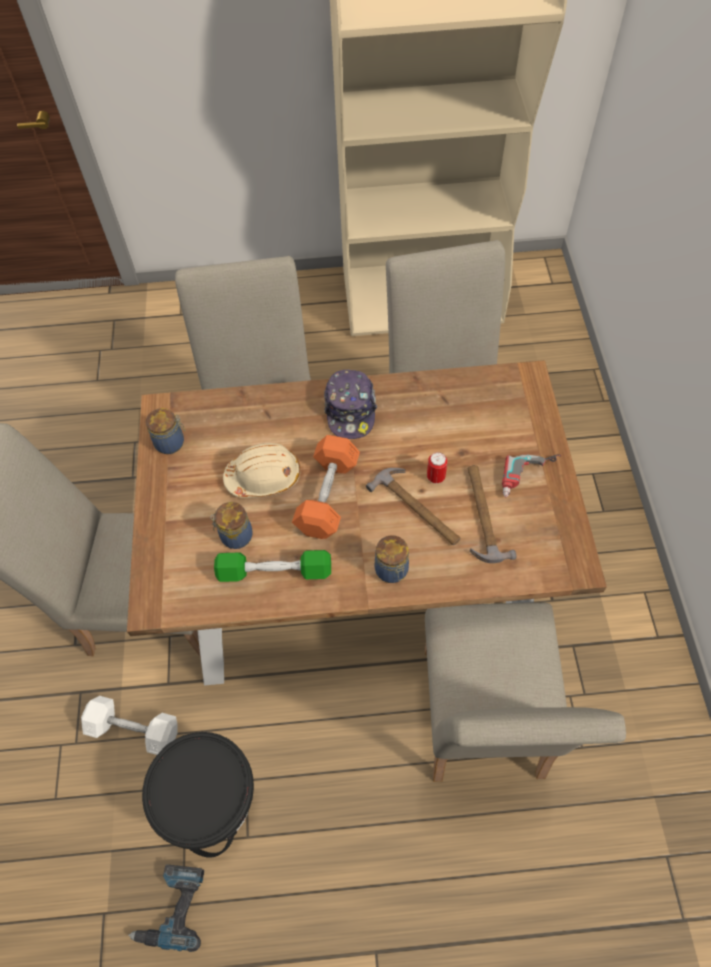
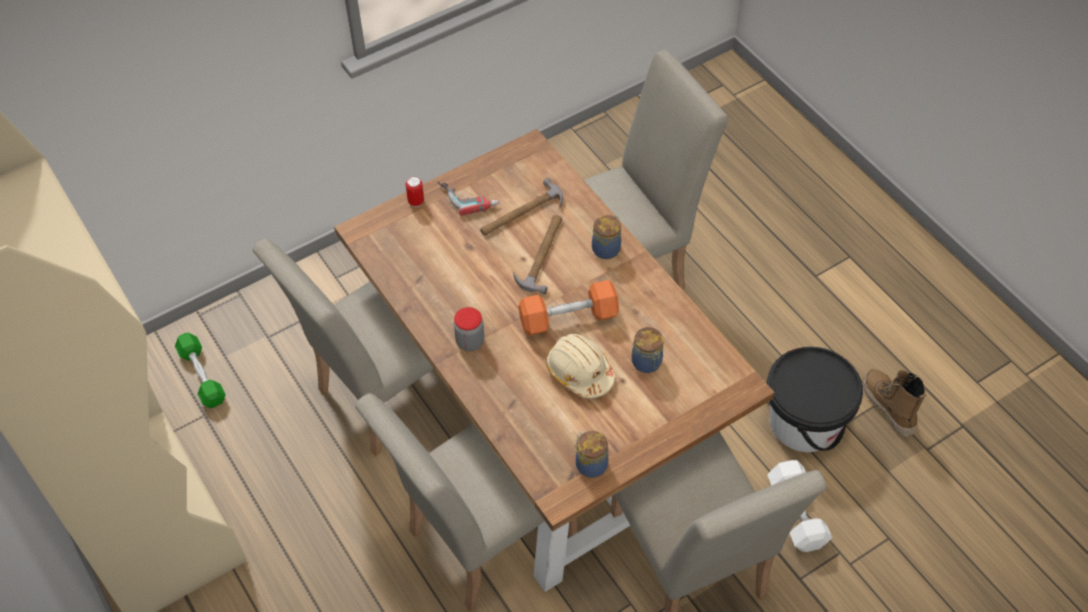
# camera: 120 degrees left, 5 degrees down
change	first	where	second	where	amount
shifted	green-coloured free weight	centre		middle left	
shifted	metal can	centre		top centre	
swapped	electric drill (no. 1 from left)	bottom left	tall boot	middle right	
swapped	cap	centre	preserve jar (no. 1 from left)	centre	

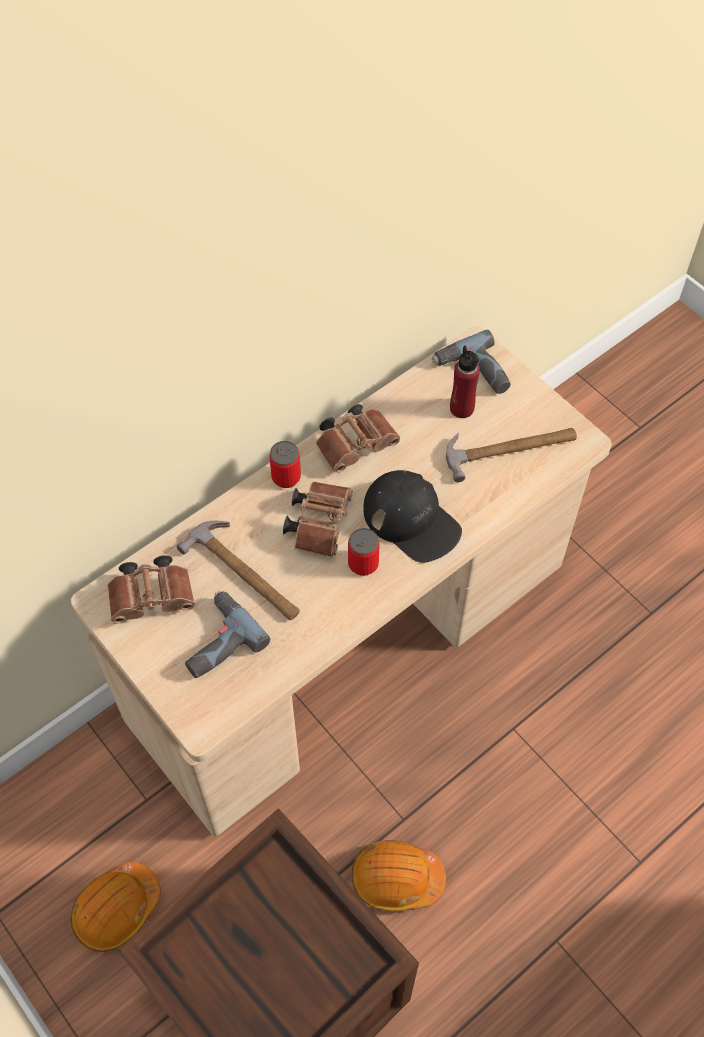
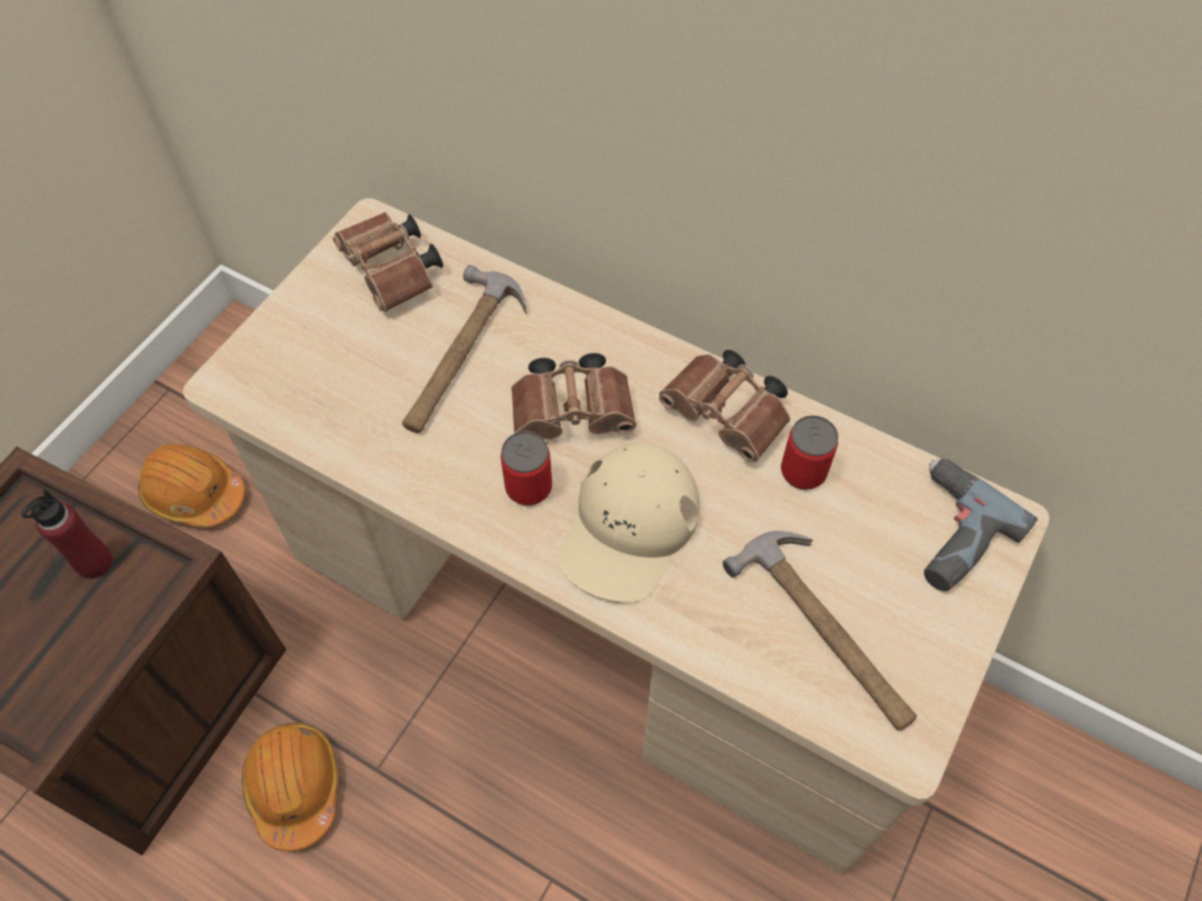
# camera: 70 degrees right, 0 degrees up
change	first	where	second	where	amount
gone	electric drill (no. 1 from left)	middle left			
shifted	metal can (no. 1 from left in the first image)	centre	metal can (no. 2 from left)	middle right	
shifted	reddish bottle	centre		middle left	
repainted	black-coloured cap	centre	beige-coloured cap	centre	

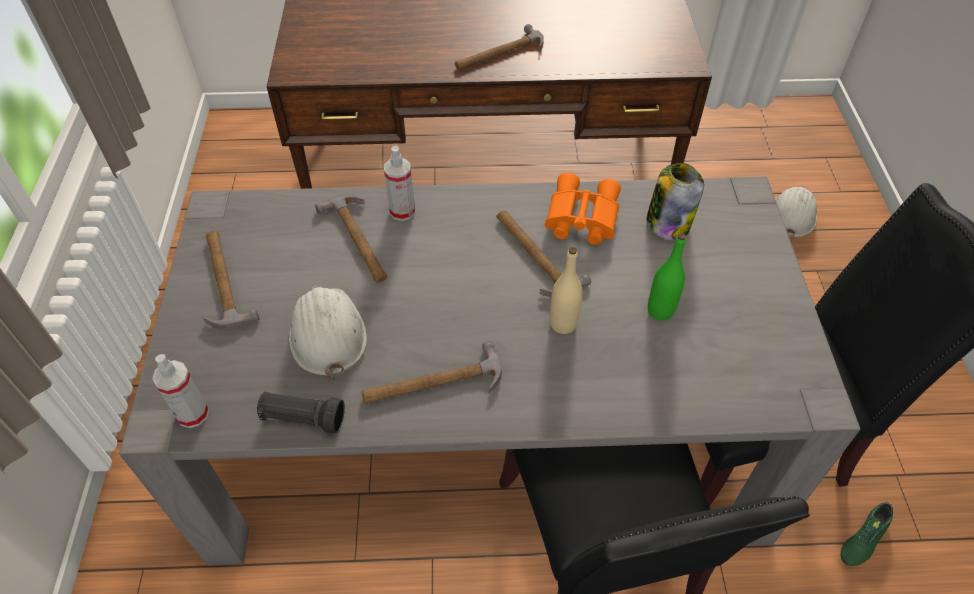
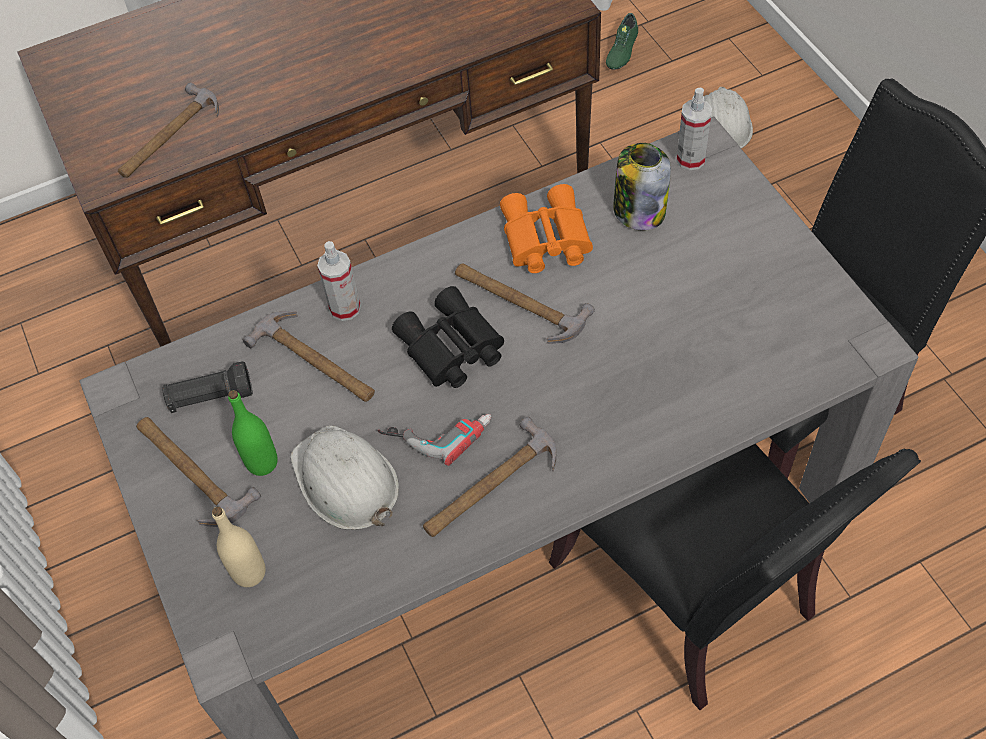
# camera: 20 degrees left, 5 degrees up
change	first	where	second	where	amount
new			electric drill	centre	
new			black-coloured field glasses	centre	
shifted	spray bottle (no. 1 from left in the first image)	middle left	spray bottle (no. 2 from left)	top right	
shifted	black-coloured hand torch	bottom left		middle left	
shifted	hand hammer (no. 4 from left in the first image)	top centre	hand hammer (no. 1 from left)	top left	
shifted	beige-coloured bottle	centre		bottom left	
shifted	green-coloured bottle	middle right		middle left	
shifted	green-coloured shoe	bottom right		top centre	

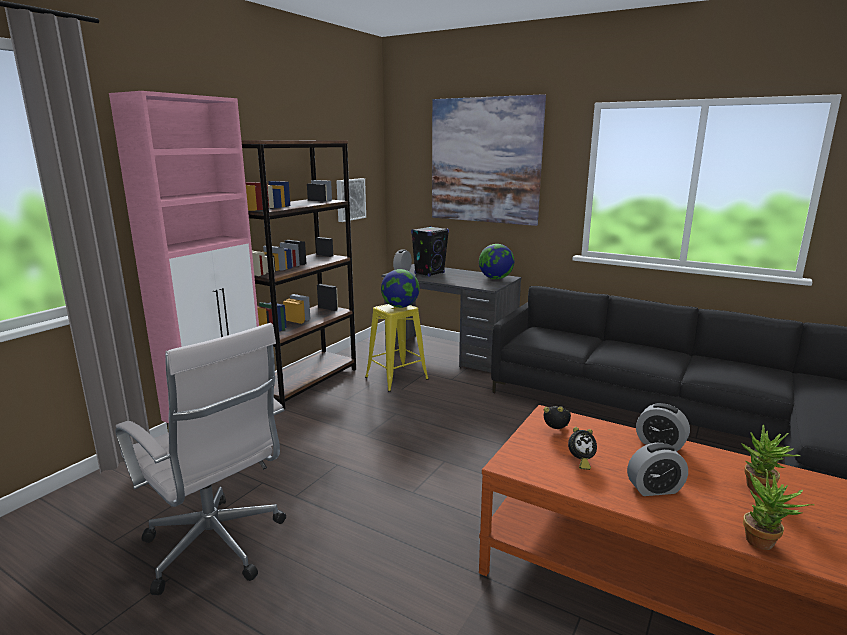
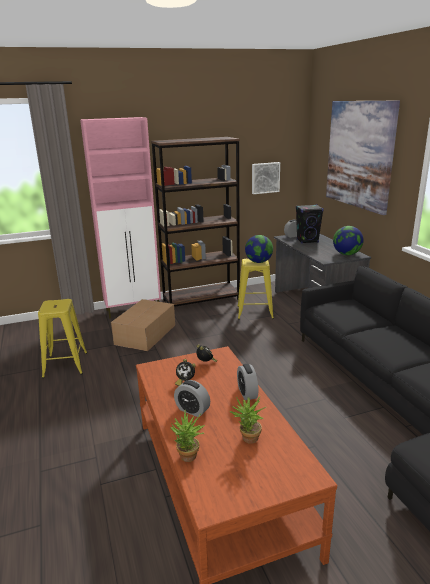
# camera: 40 degrees right, 5 degrees up
change	first	where	second	where	amount
new			packing box	middle left	
swapped	whitish office chair	bottom left	yellow-coloured sitting stool (no. 1 from left)	middle left	

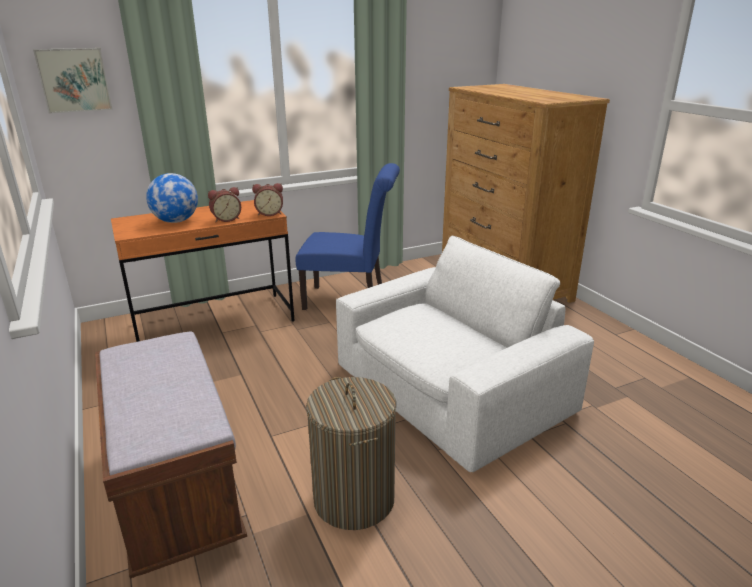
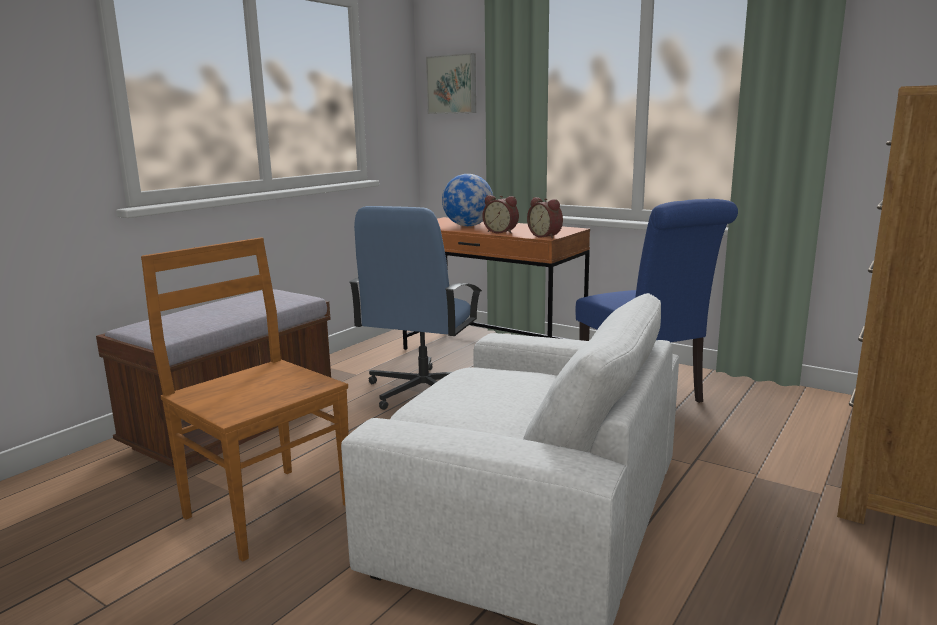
# camera: 60 degrees right, 10 degrees down
change	first	where	second	where	amount
new			blue office chair	centre	
swapped	washing basket	bottom centre	brown-coloured plain chair	middle left	

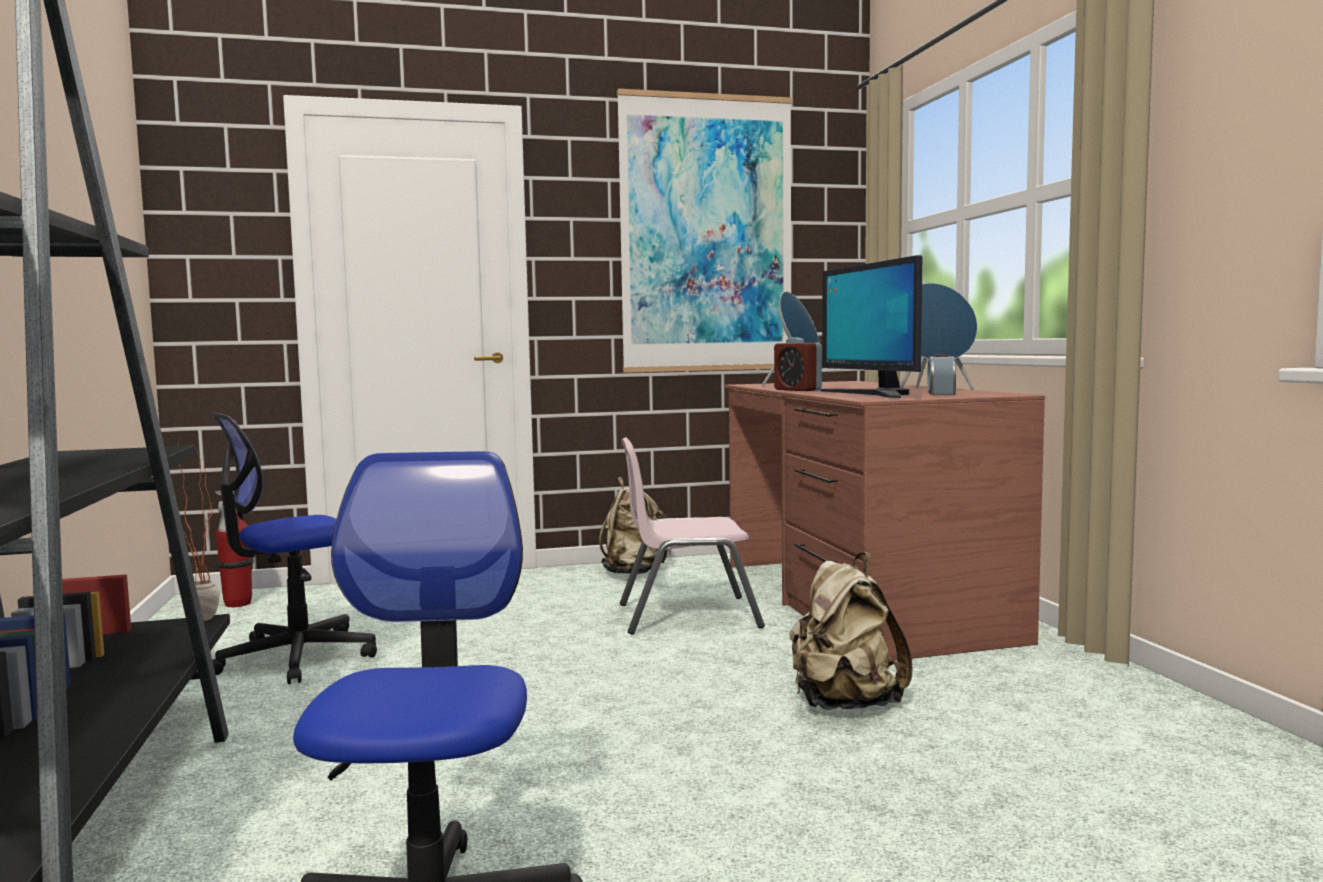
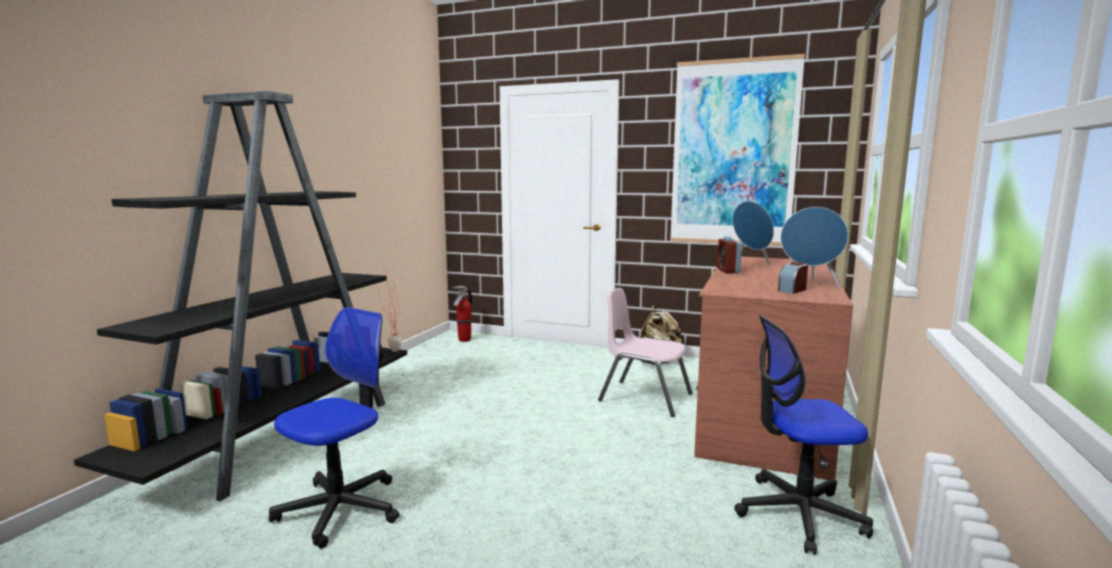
# camera: 35 degrees right, 5 degrees up
change	first	where	second	where	amount
gone	beige-coloured rucksack (no. 2 from left)	bottom centre			
gone	computer display	centre			
shifted	office chair (no. 1 from left in the first image)	middle left	office chair (no. 2 from left)	bottom right	

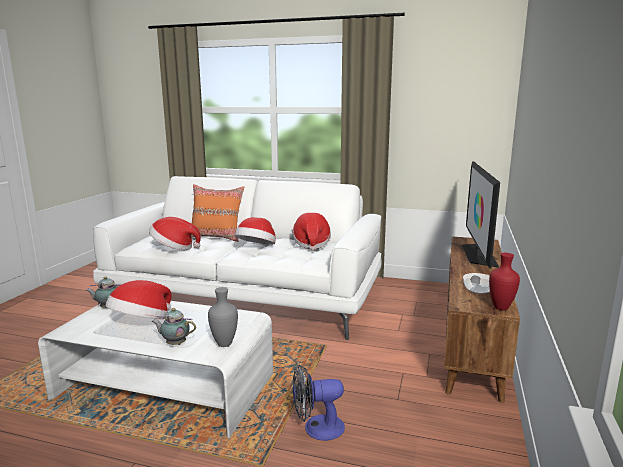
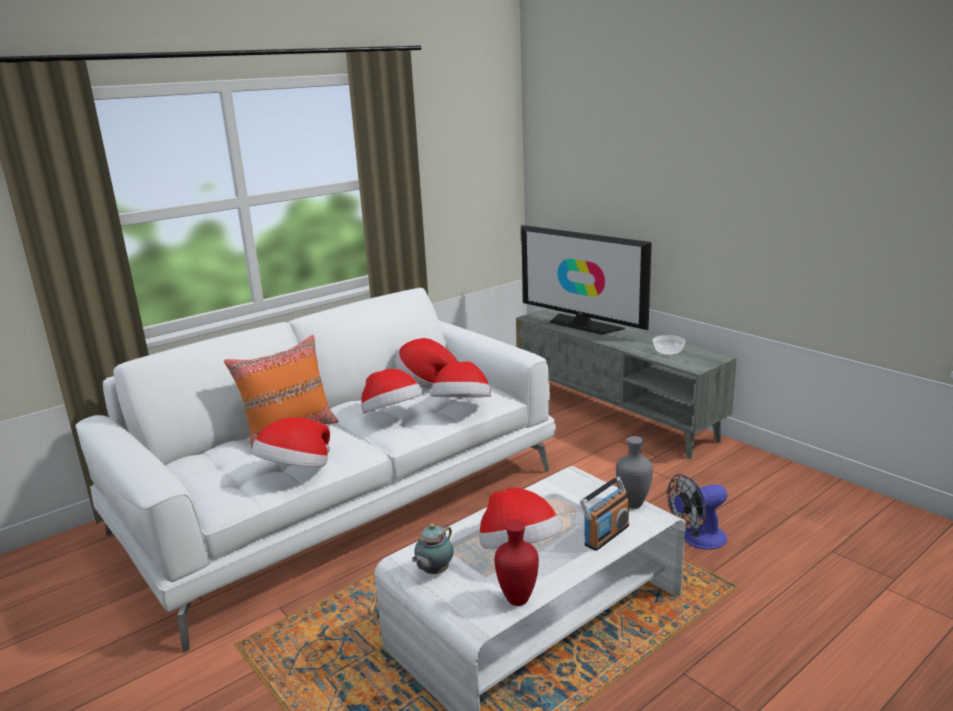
# camera: 55 degrees left, 5 degrees up
change	first	where	second	where	amount
new			clothing hat (no. 4 from left)	centre	
shifted	reddish vase	middle right		bottom centre	
swapped	tea pot (no. 2 from left)	bottom left	radio set	bottom centre	
repainted	brown-coloured tv stand	bottom right	grey tv stand	centre	
rotated	electric fan	bottom centre		bottom right	45 degrees clockwise

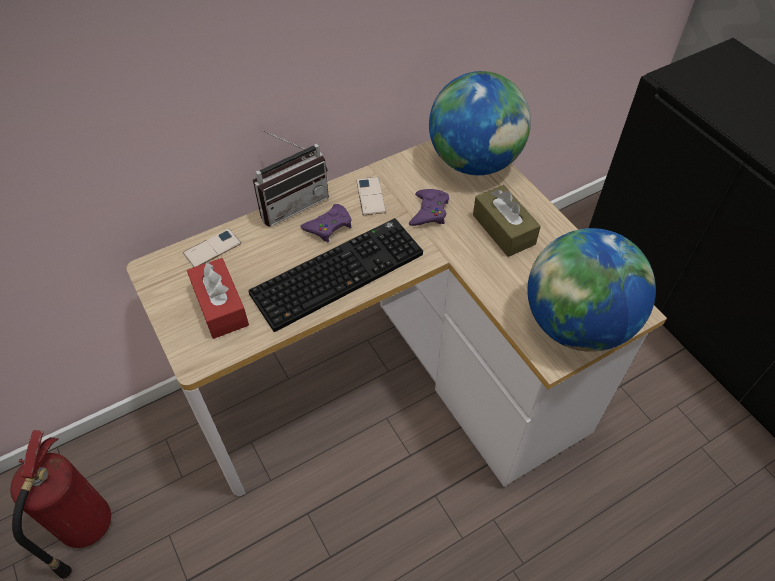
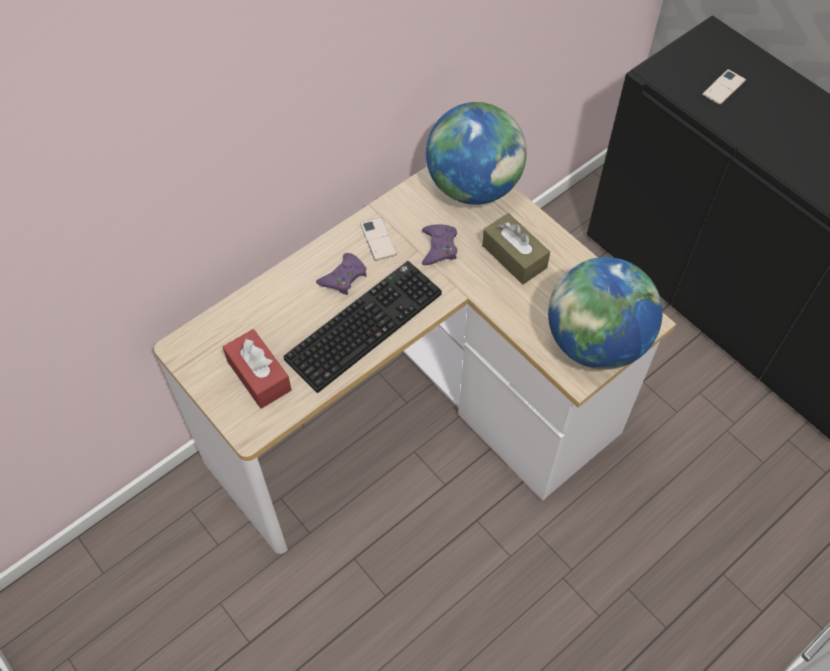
# camera: 10 degrees left, 5 degrees up
change	first	where	second	where	amount
gone	extinguisher	bottom left			
gone	radio set	top centre			
shifted	telephone (no. 1 from left in the first image)	middle left	telephone (no. 2 from left)	top right	

